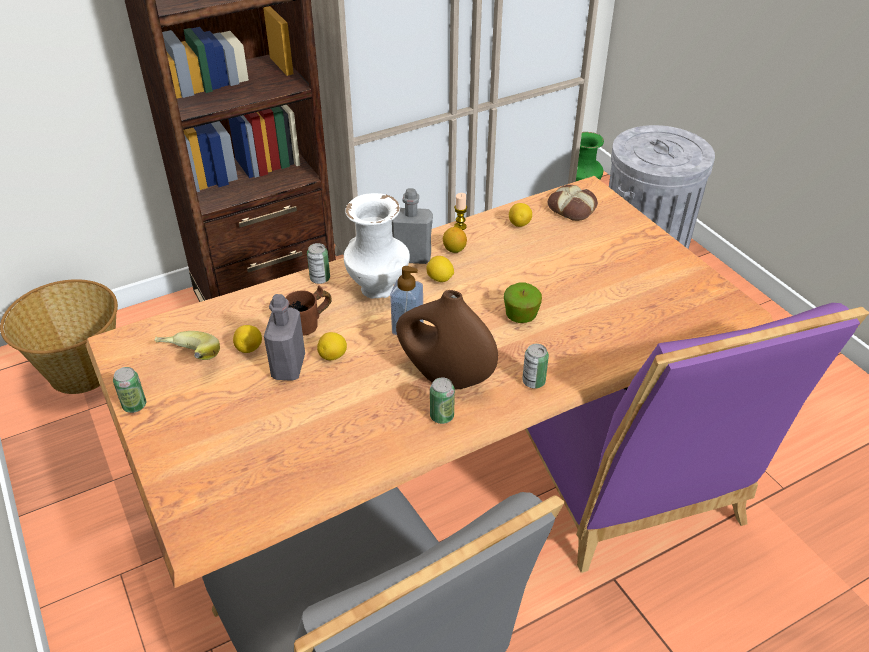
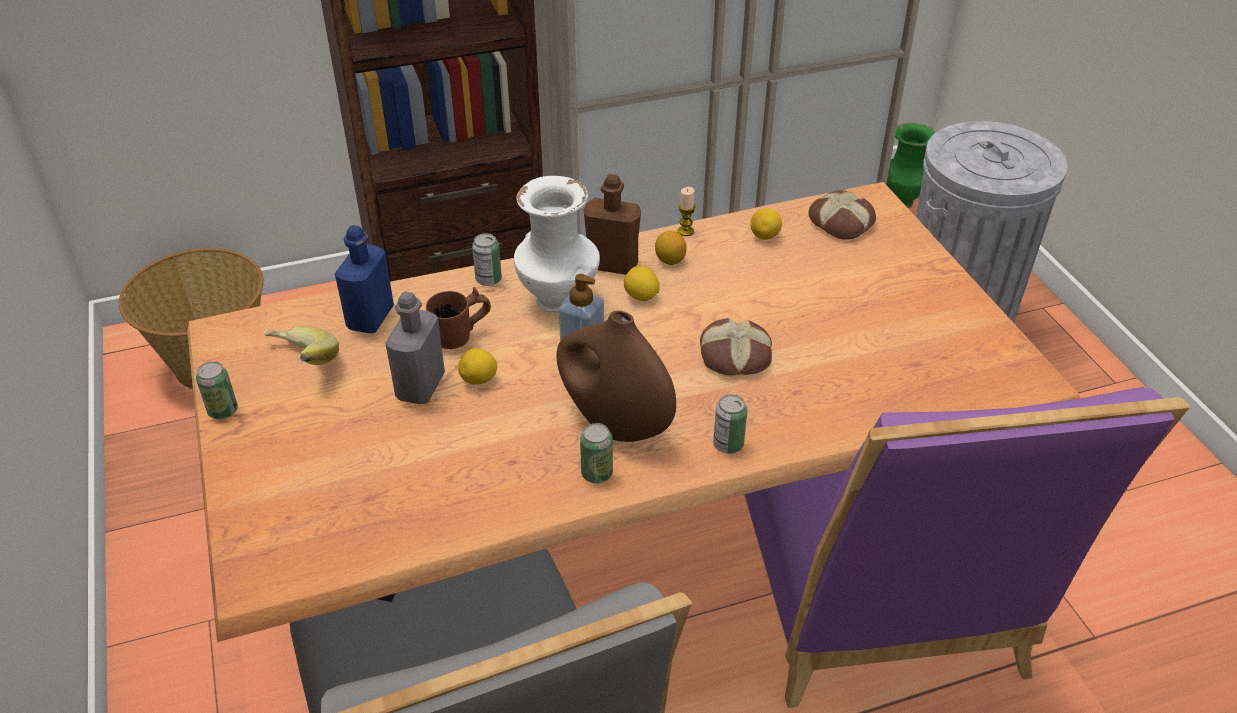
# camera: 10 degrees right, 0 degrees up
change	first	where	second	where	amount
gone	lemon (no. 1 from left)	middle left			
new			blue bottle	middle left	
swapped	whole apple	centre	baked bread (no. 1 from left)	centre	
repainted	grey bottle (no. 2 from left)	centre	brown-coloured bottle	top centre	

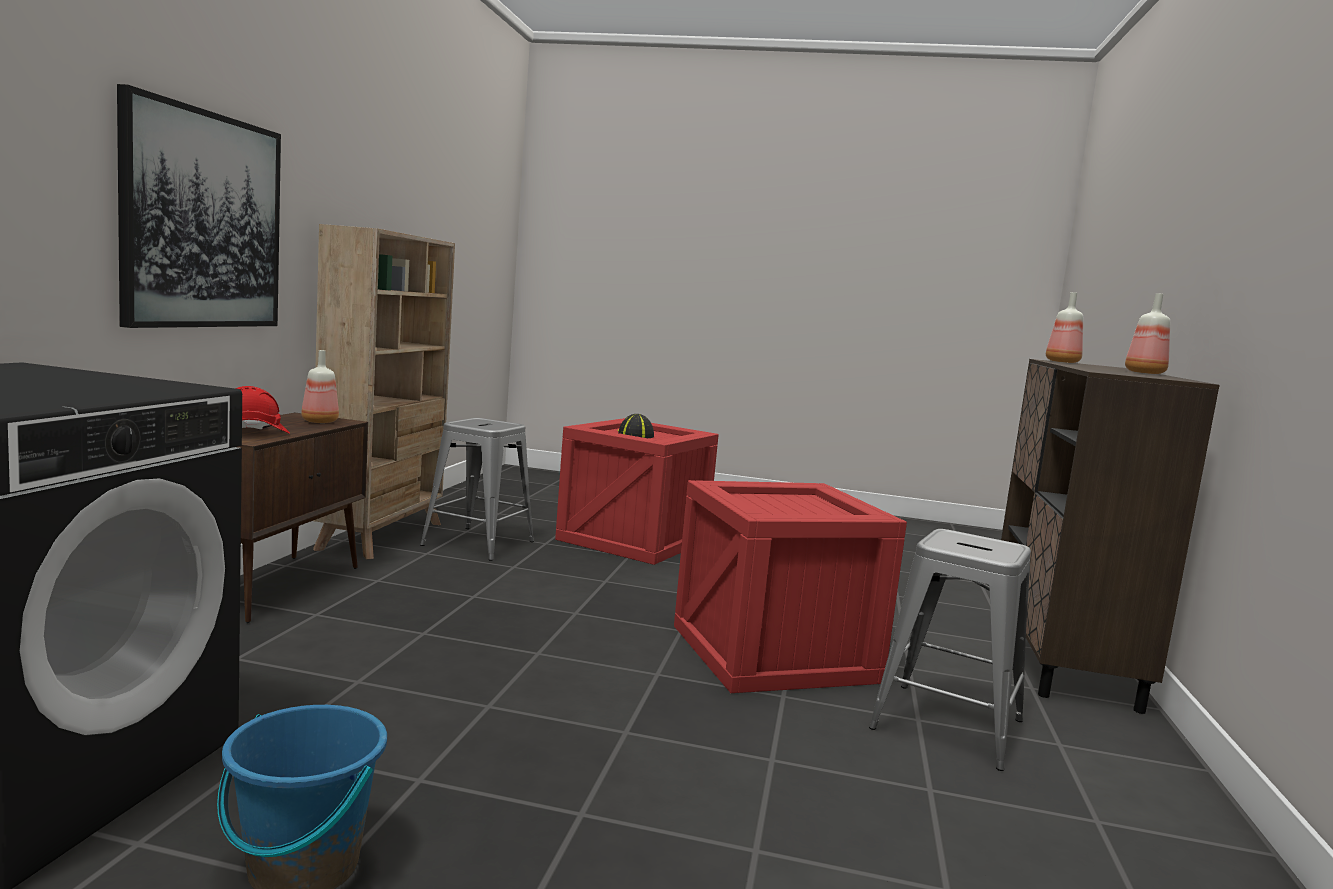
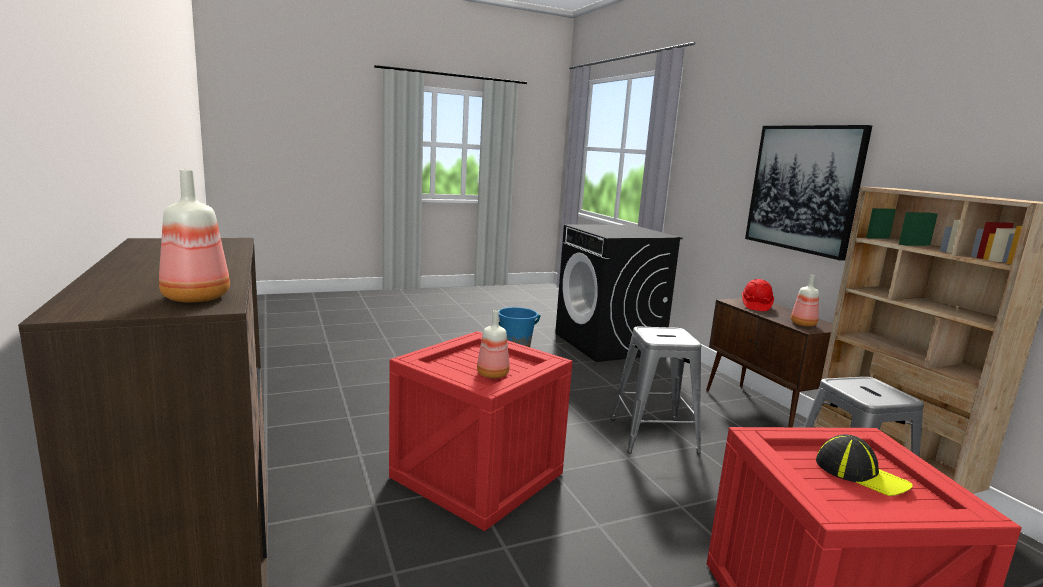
# camera: 145 degrees right, 5 degrees up
change	first	where	second	where	amount
shifted	grey sitting stool (no. 2 from left in the first image)	bottom right	grey sitting stool (no. 1 from left)	centre	
shifted	bottle (no. 3 from left in the first image)	middle right	bottle (no. 2 from left)	centre	

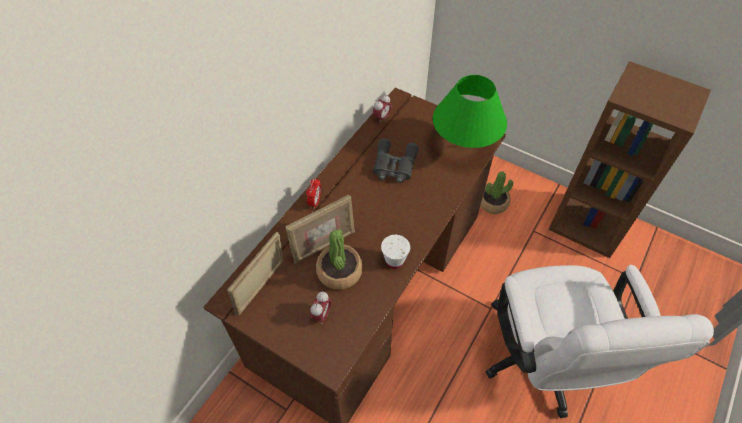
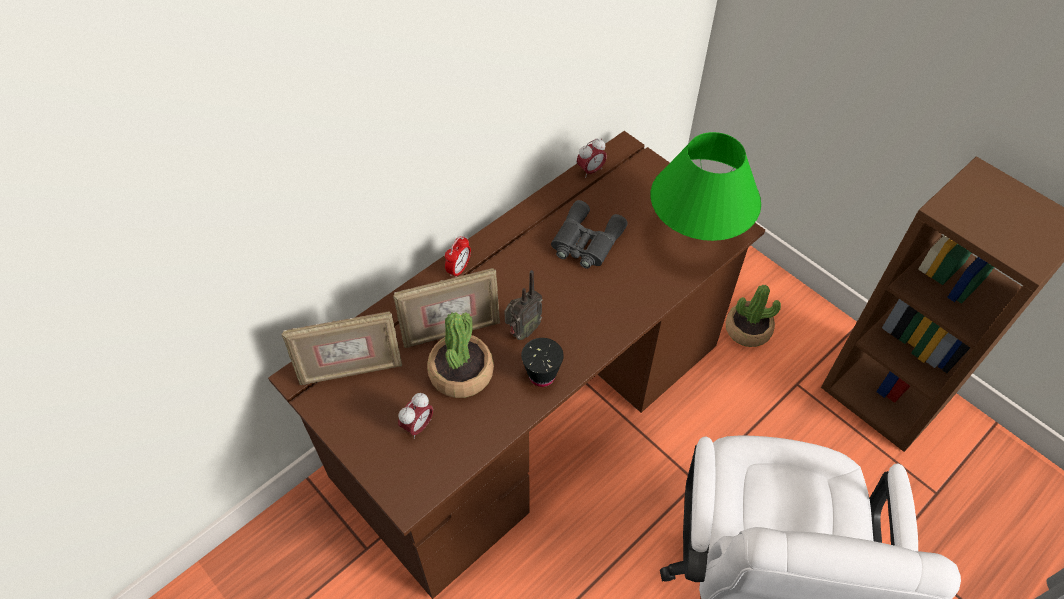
# camera: 15 degrees right, 0 degrees up
change	first	where	second	where	amount
new			radio set	centre	
repainted	whitish cup	centre	black-coloured cup	centre	
rotated	picture frame (no. 1 from left)	centre		middle left	150 degrees counterclockwise

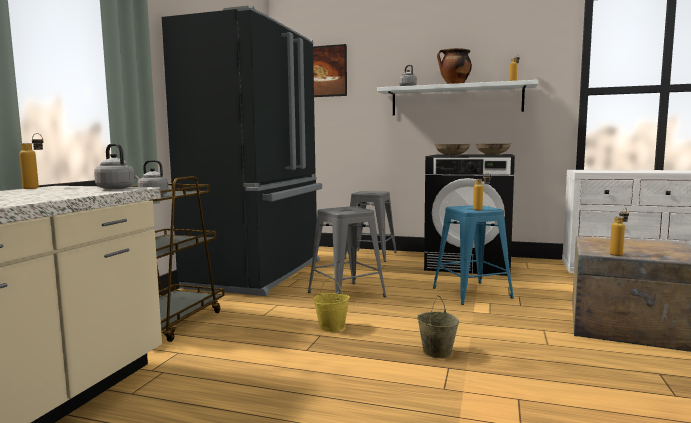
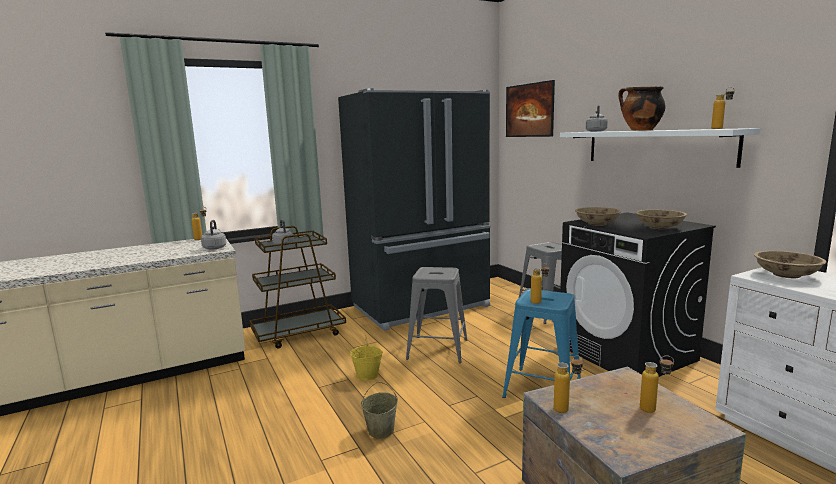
# camera: 45 degrees right, 5 degrees up
change	first	where	second	where	amount
new			bottle (no. 4 from left)	bottom right	
new			beige-coloured deep dish (no. 3 from left)	middle right	

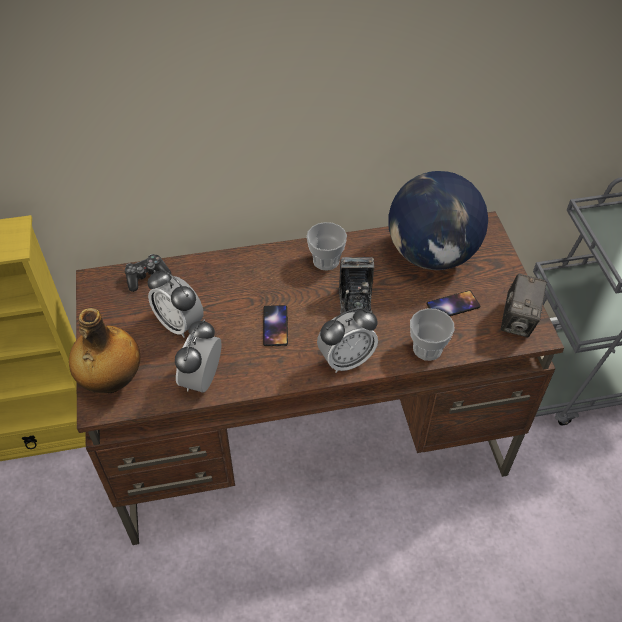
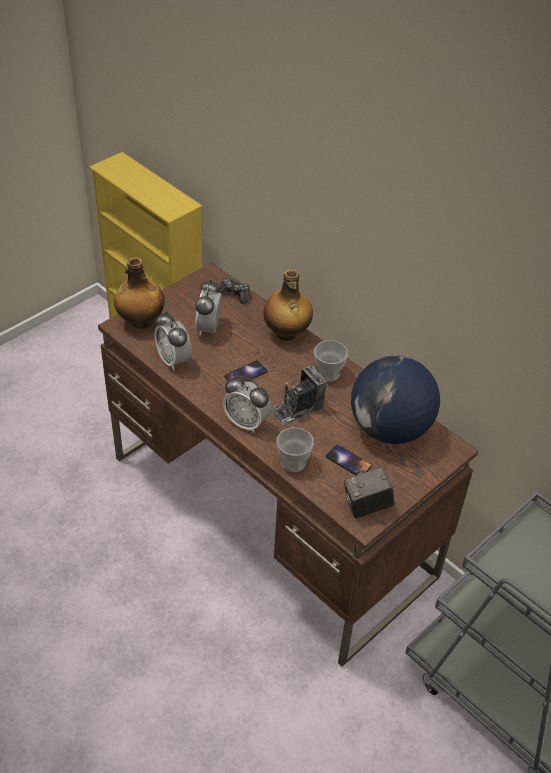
# camera: 55 degrees right, 5 degrees down
change	first	where	second	where	amount
new			bottle (no. 2 from left)	centre	
rotated	alarm clock (no. 2 from left in the first image)	middle left	alarm clock (no. 1 from left)	middle left	105 degrees counterclockwise

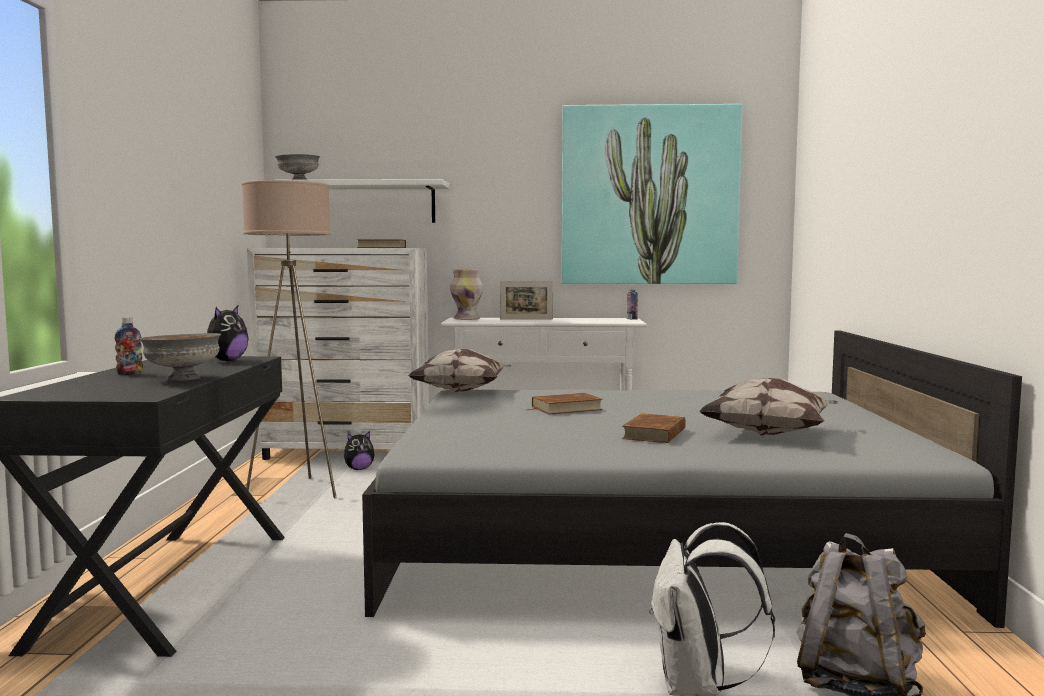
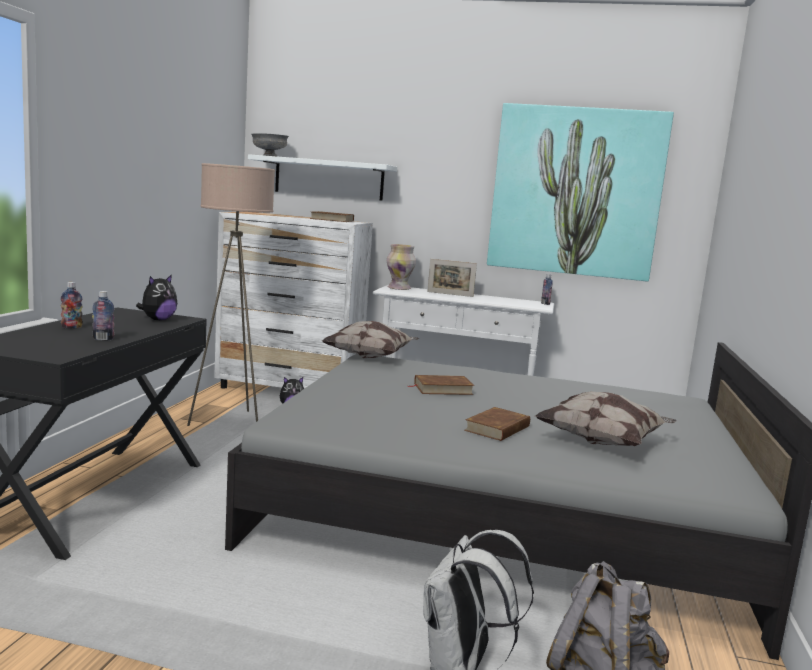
# camera: 10 degrees right, 5 degrees up
change	first	where	second	where	amount
swapped	grey deep dish (no. 1 from left)	middle left	bottle (no. 2 from left)	middle left	

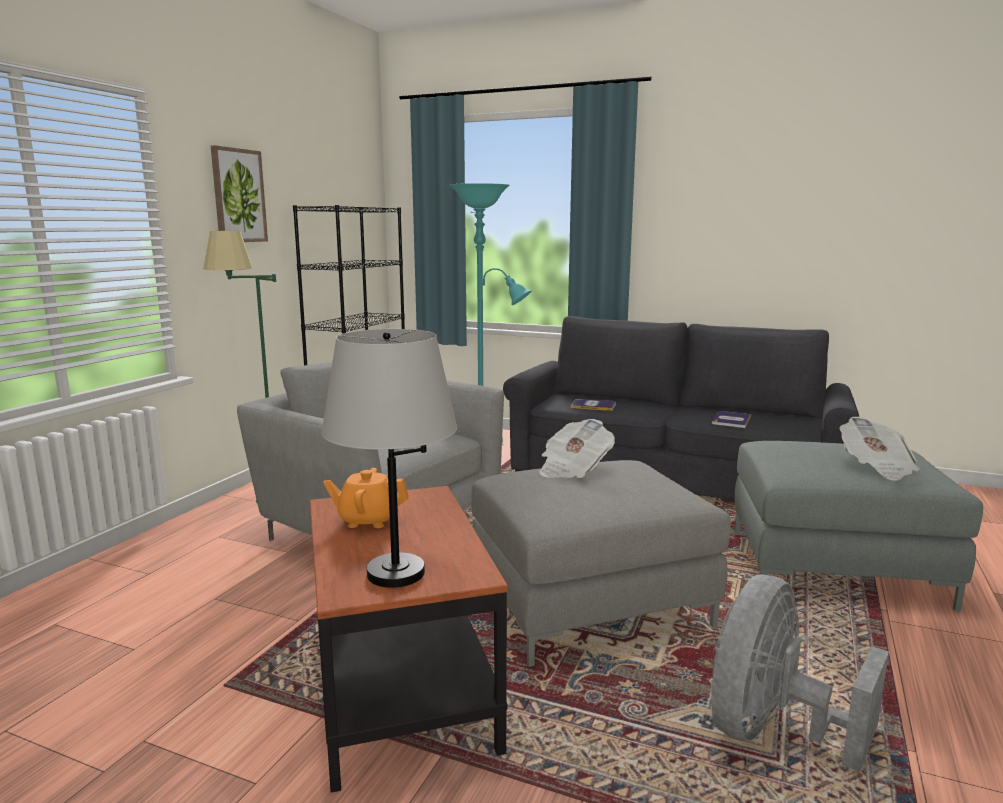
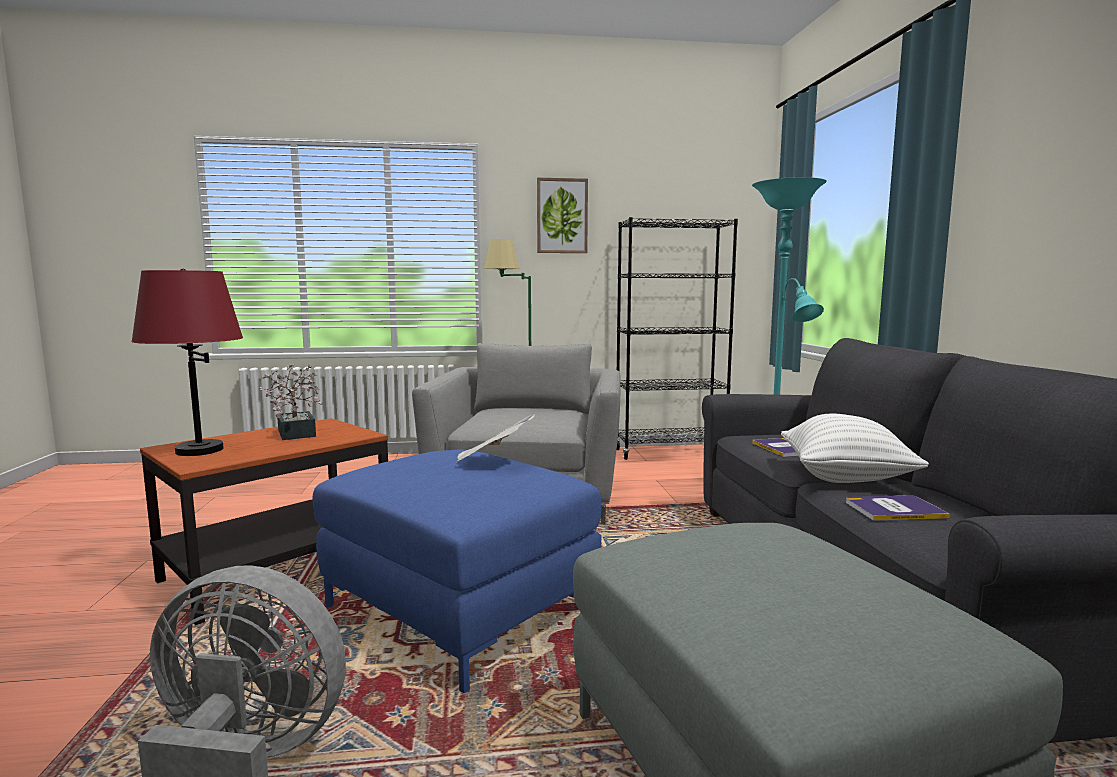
# camera: 60 degrees right, 5 degrees down
change	first	where	second	where	amount
gone	newspaper (no. 2 from left)	middle right			
new			whitish throw pillow	middle right	
swapped	orange tea pot	centre	potted plant	middle left	
repainted	grey tabletop lamp	centre	reddish tabletop lamp	middle left	
repainted	grey ottoman (no. 1 from left)	bottom centre	blue ottoman	bottom centre	

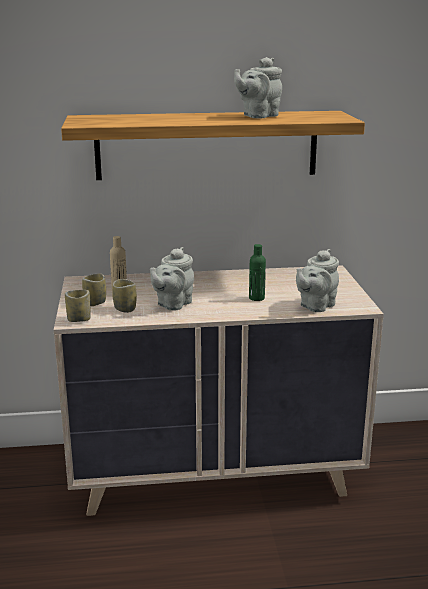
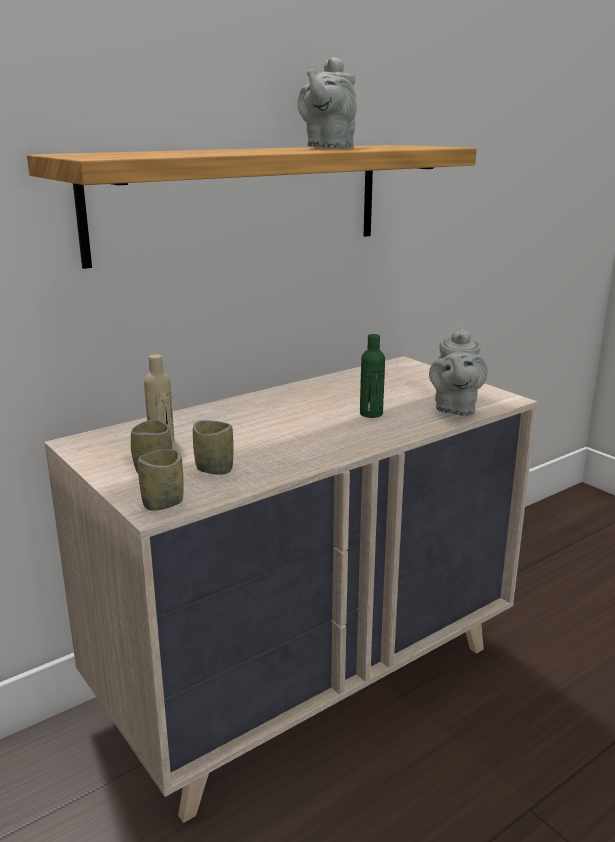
# camera: 30 degrees left, 0 degrees up
change	first	where	second	where	amount
gone	grey tea pot (no. 1 from left)	centre			

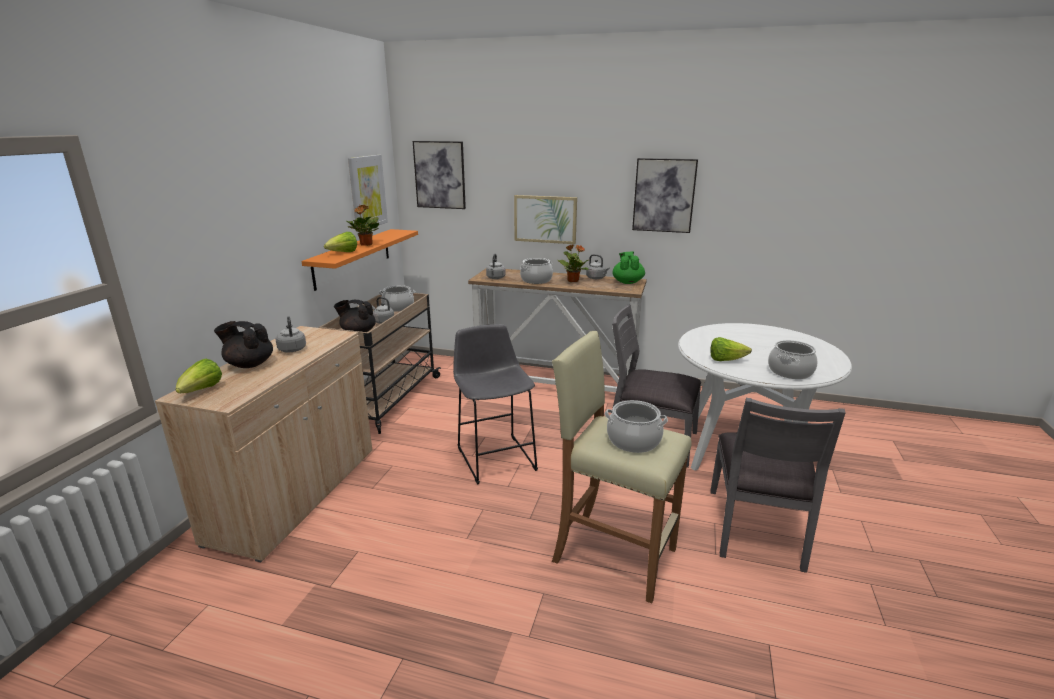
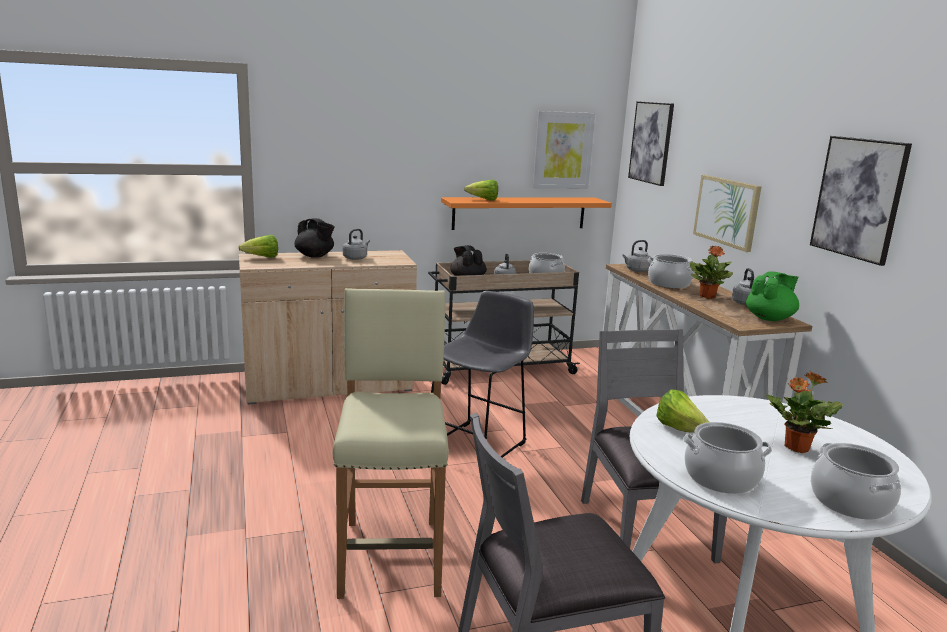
# camera: 55 degrees right, 5 degrees down
change	first	where	second	where	amount
shifted	potted plant (no. 1 from left in the first image)	top centre	potted plant (no. 2 from left)	middle right	
shifted	stockpot (no. 3 from left in the first image)	centre	stockpot (no. 4 from left)	bottom right	
rotated	black-coloured tea pot (no. 1 from left)	middle left		middle left	150 degrees clockwise

